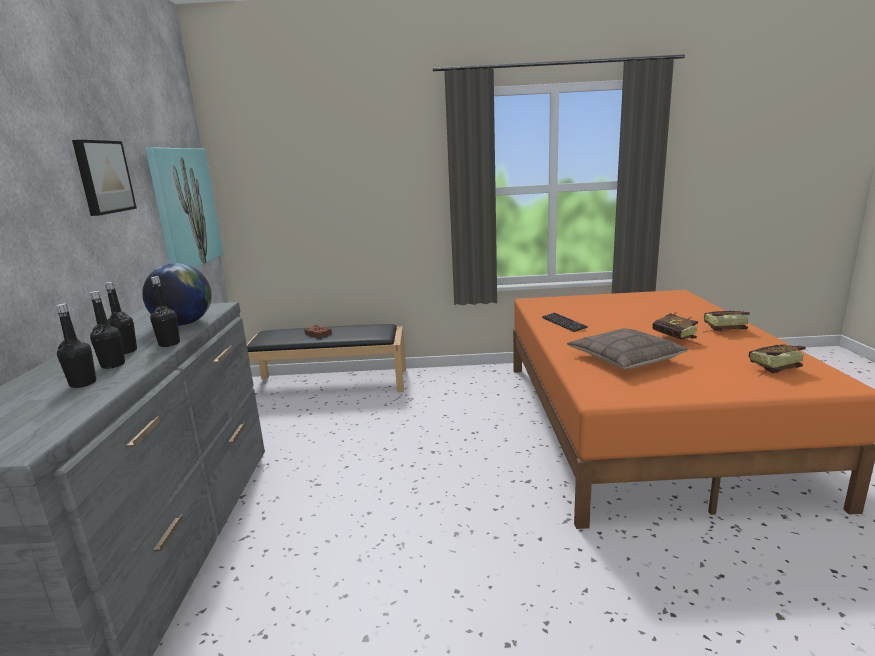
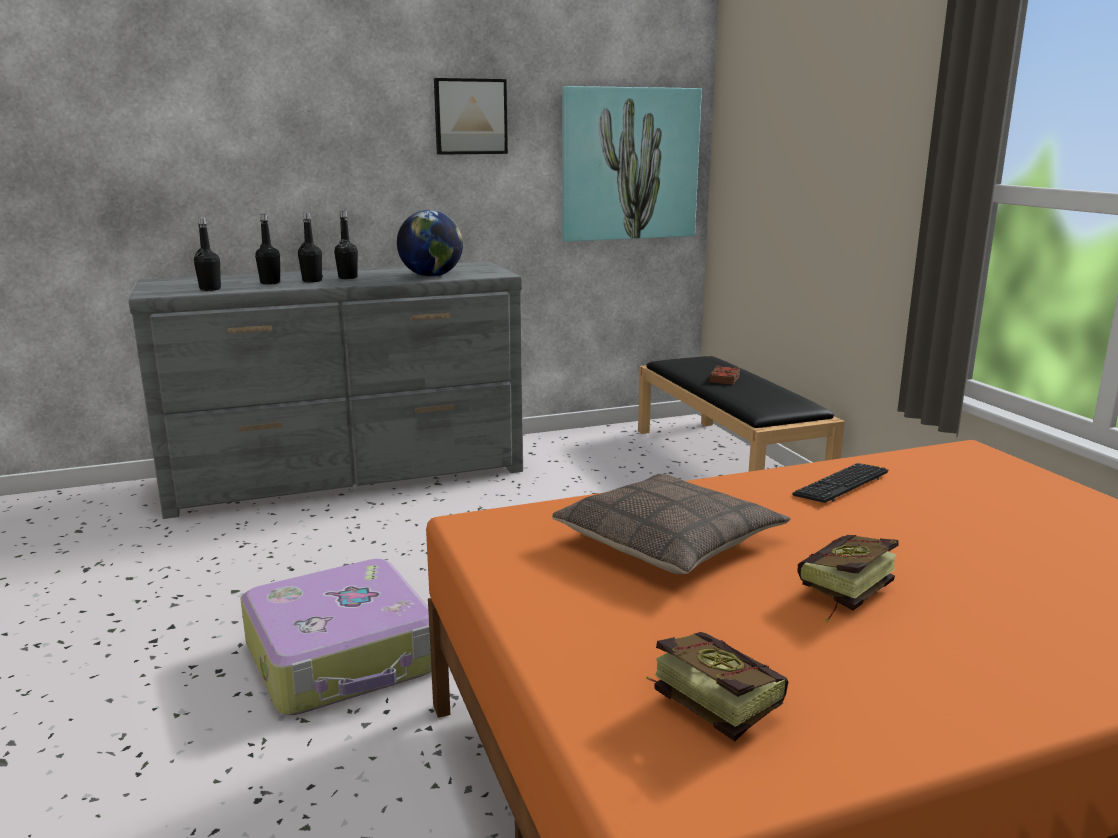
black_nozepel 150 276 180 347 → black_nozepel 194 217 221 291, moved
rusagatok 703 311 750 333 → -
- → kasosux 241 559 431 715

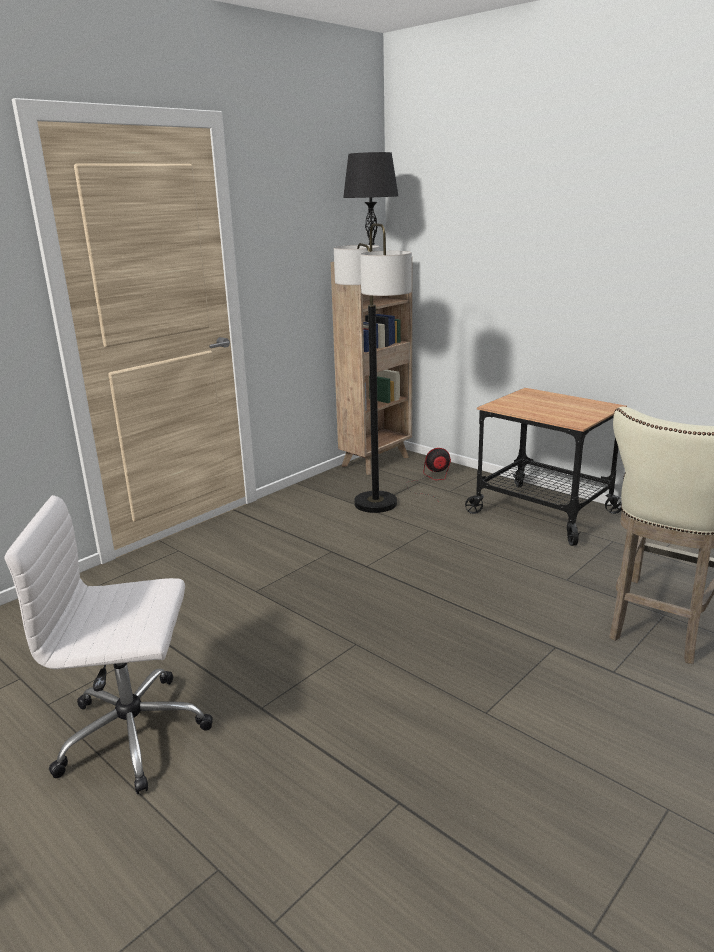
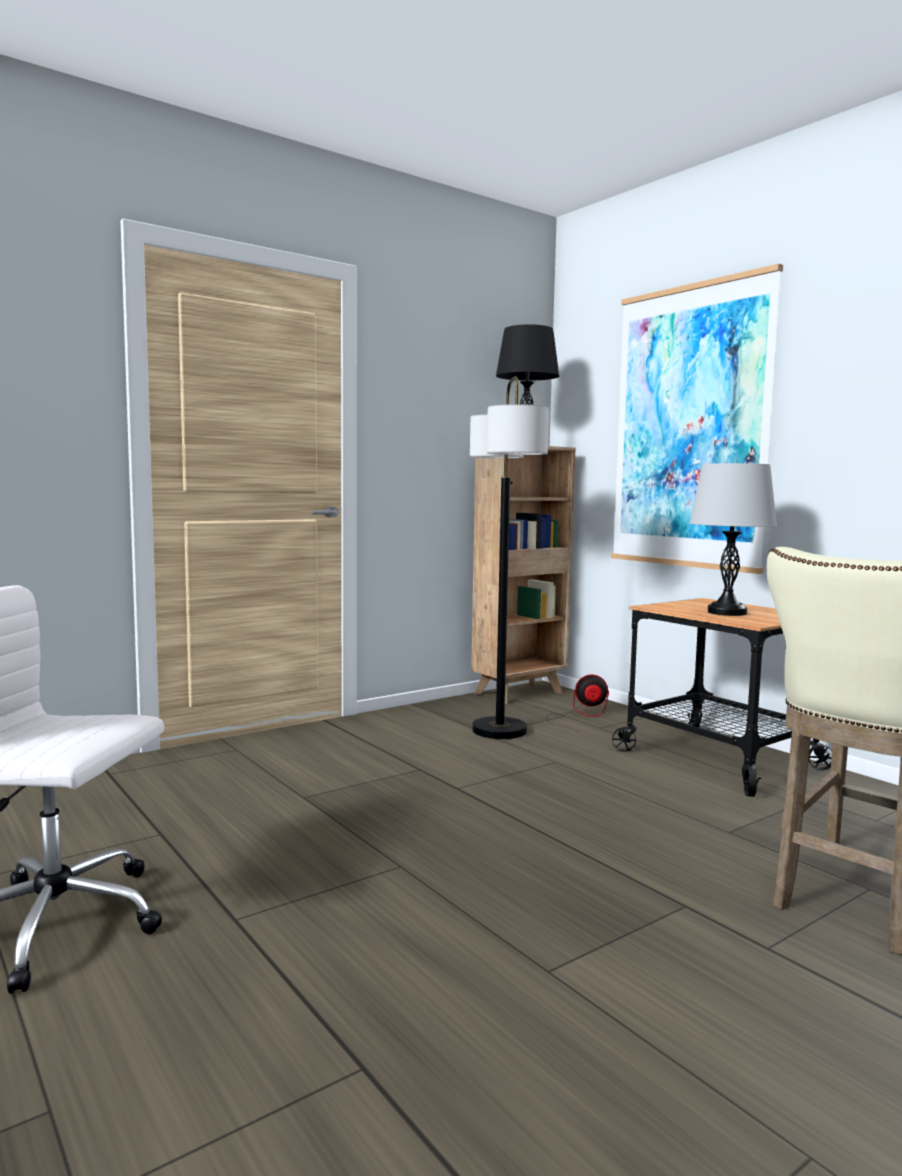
- → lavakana 611 264 783 574
- → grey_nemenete 690 463 777 616

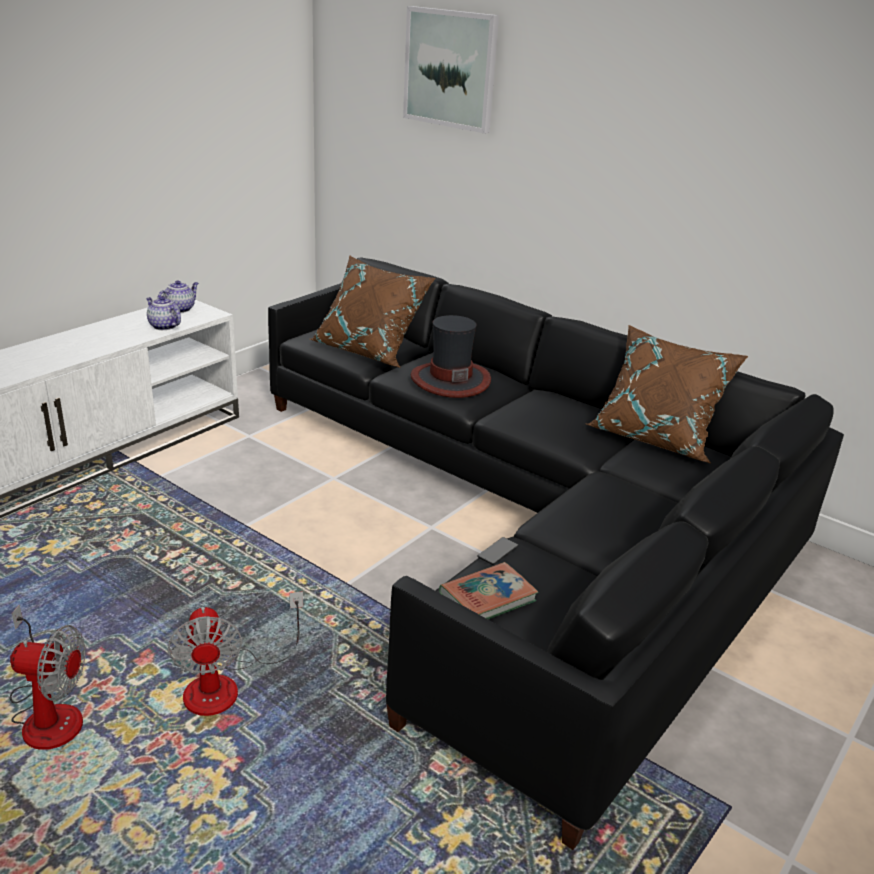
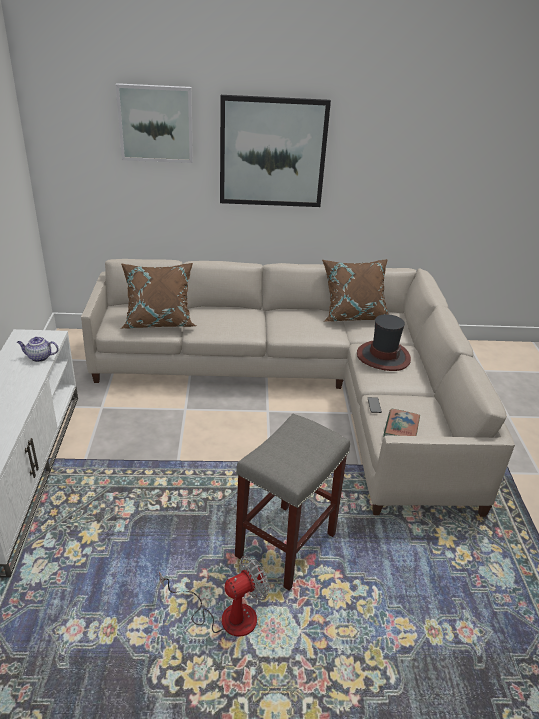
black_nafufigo 268 257 844 850 → beige_nafufigo 81 259 515 517
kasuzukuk 157 280 198 313 → -
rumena 410 315 491 398 → rumena 357 314 411 371, moved
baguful 167 591 303 716 → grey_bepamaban 235 414 350 591
- → lavakana 220 95 331 207

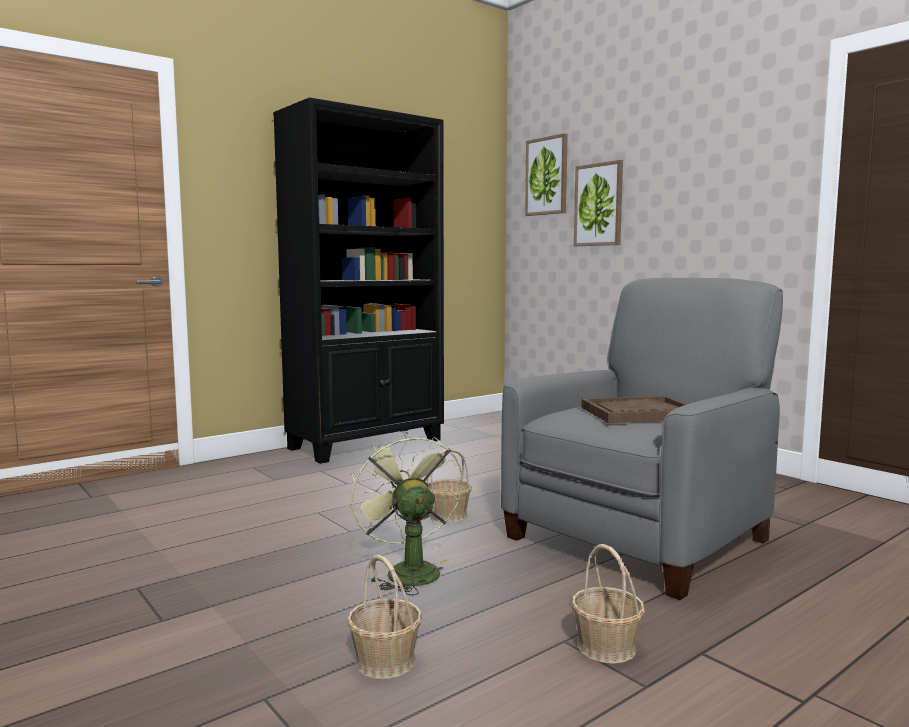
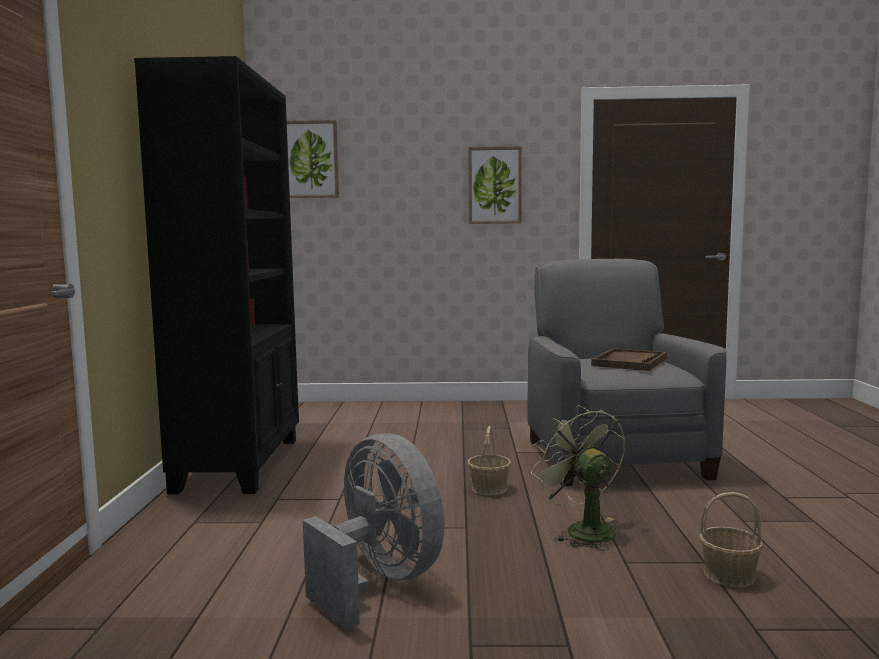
lavakana 574 160 623 246 → lavakana 468 146 522 224, moved
green_baguful 350 431 463 595 → green_baguful 531 405 625 551, 45 degrees clockwise
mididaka 572 544 645 664 → -
- → grey_baguful 303 433 444 629

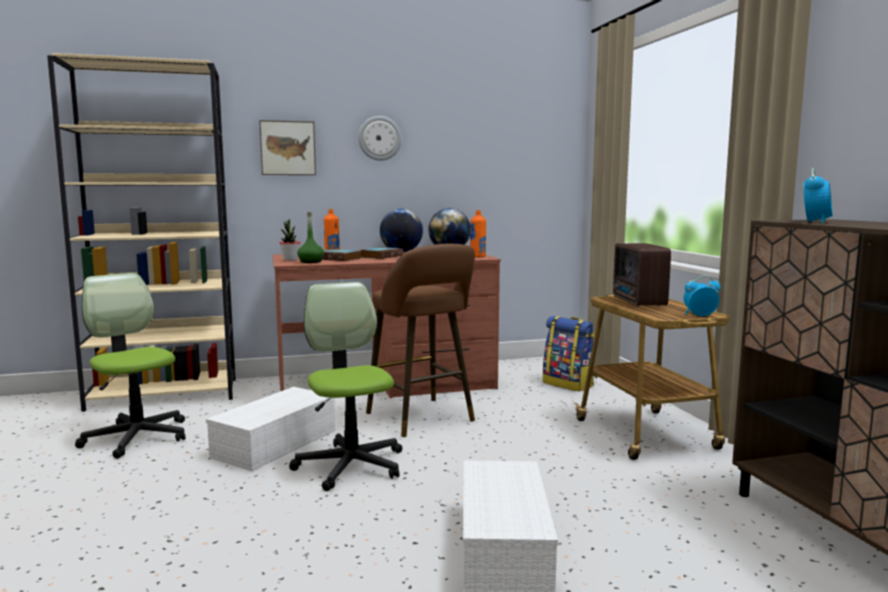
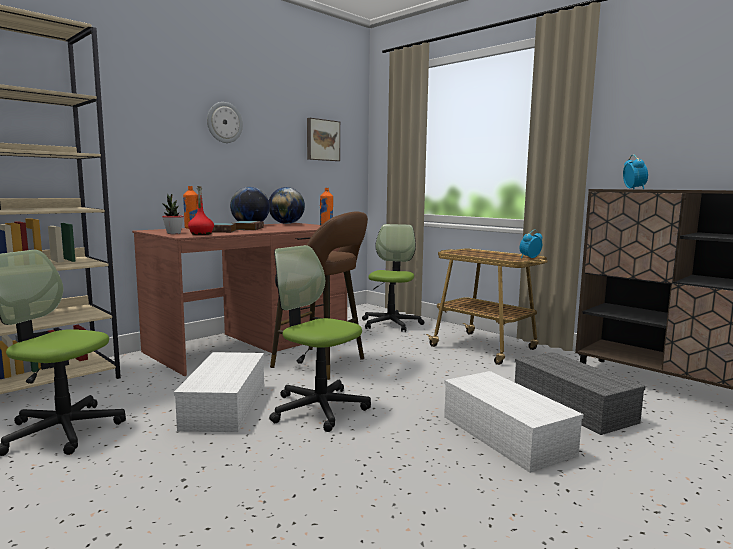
lavakana 259 120 316 175 → lavakana 307 118 340 161, moved
green_nozepel 297 212 324 263 → red_nozepel 188 186 214 235
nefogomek 613 243 671 306 → -
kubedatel 543 316 595 392 → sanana 362 224 425 332
- → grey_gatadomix 515 352 646 435

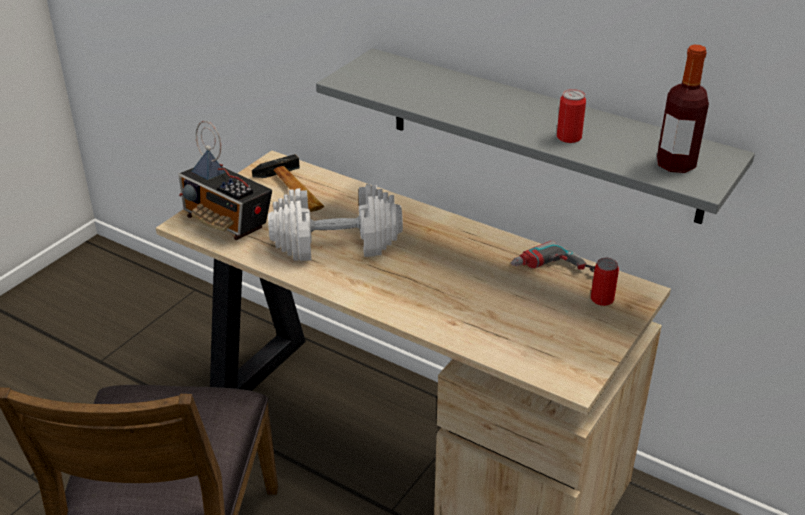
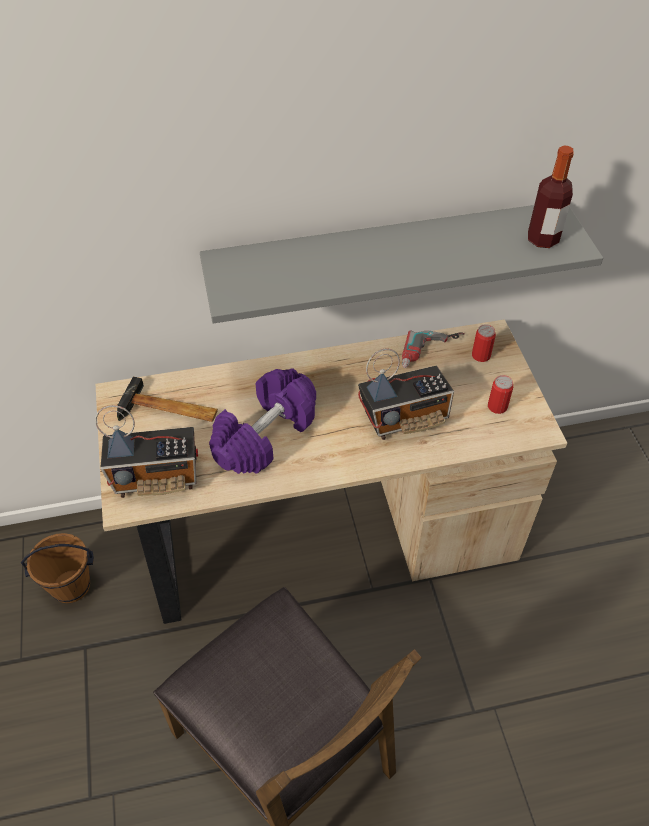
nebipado 557 89 586 143 → nebipado 488 375 513 414, moved
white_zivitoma 268 184 403 261 → purple_zivitoma 209 368 316 474
- → nefogomek 358 348 454 440
- → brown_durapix 21 533 94 603

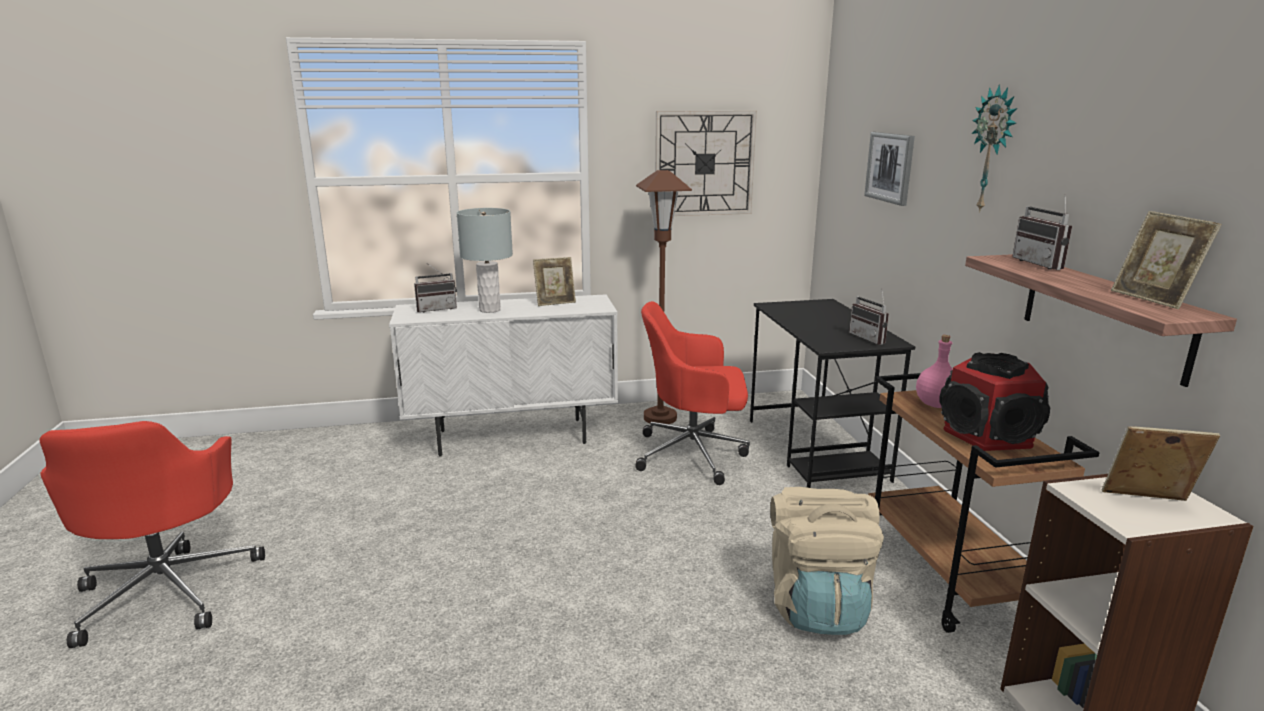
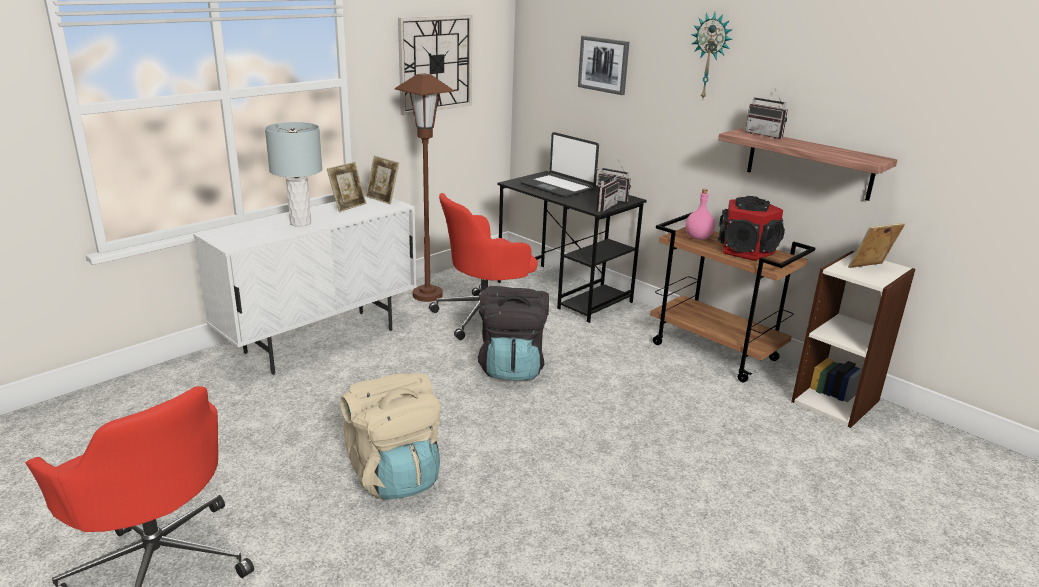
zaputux 1111 211 1222 309 → zaputux 366 155 399 204, moved
nefogomek 414 263 457 313 → nefogomek 596 168 619 212, moved
beige_kubedatel 770 487 884 635 → beige_kubedatel 340 373 441 499, moved
- → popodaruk 521 132 599 198
- → black_kubedatel 478 286 549 380

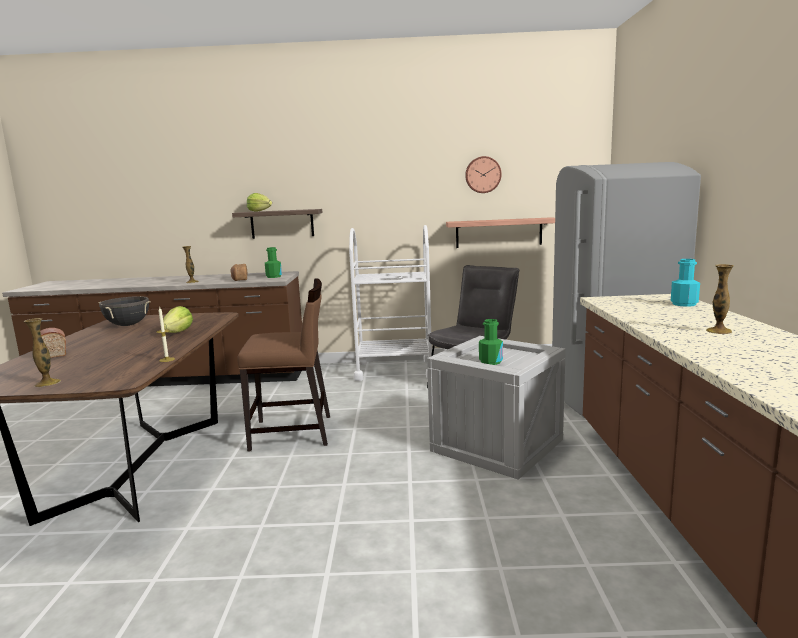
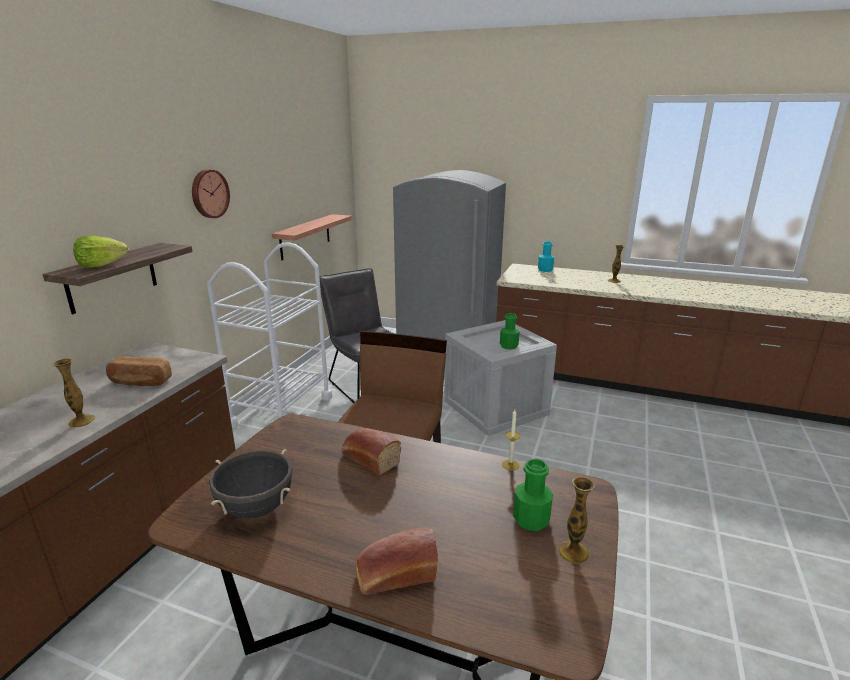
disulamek 465 156 502 193 → disulamek 192 169 230 218, moved
green_nozepel 265 247 282 278 → green_nozepel 513 459 553 531, moved
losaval 163 306 193 333 → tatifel 341 428 401 476

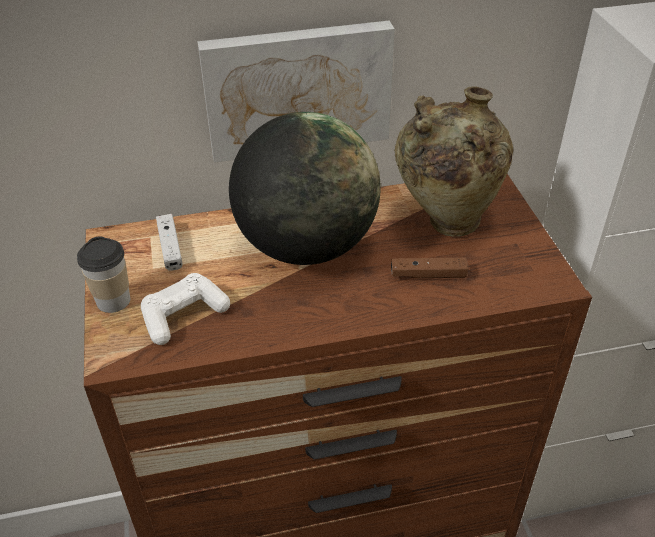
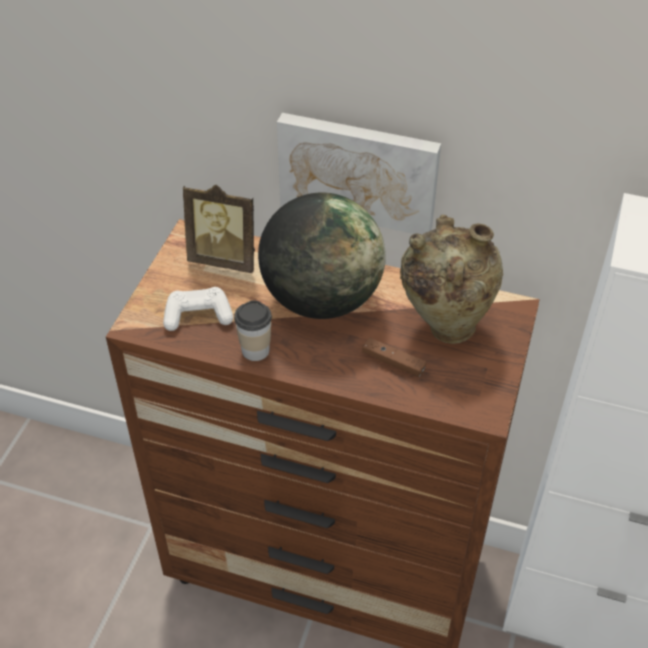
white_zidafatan 156 214 183 271 → zaputux 183 185 255 273
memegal 77 236 130 313 → memegal 234 300 272 361, moved

